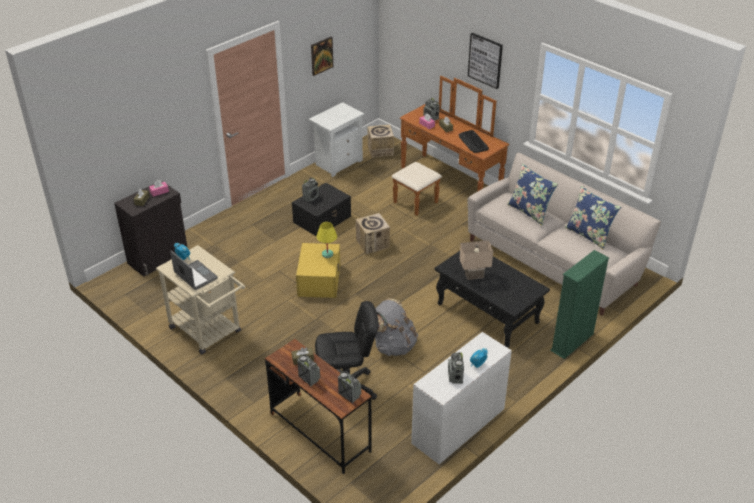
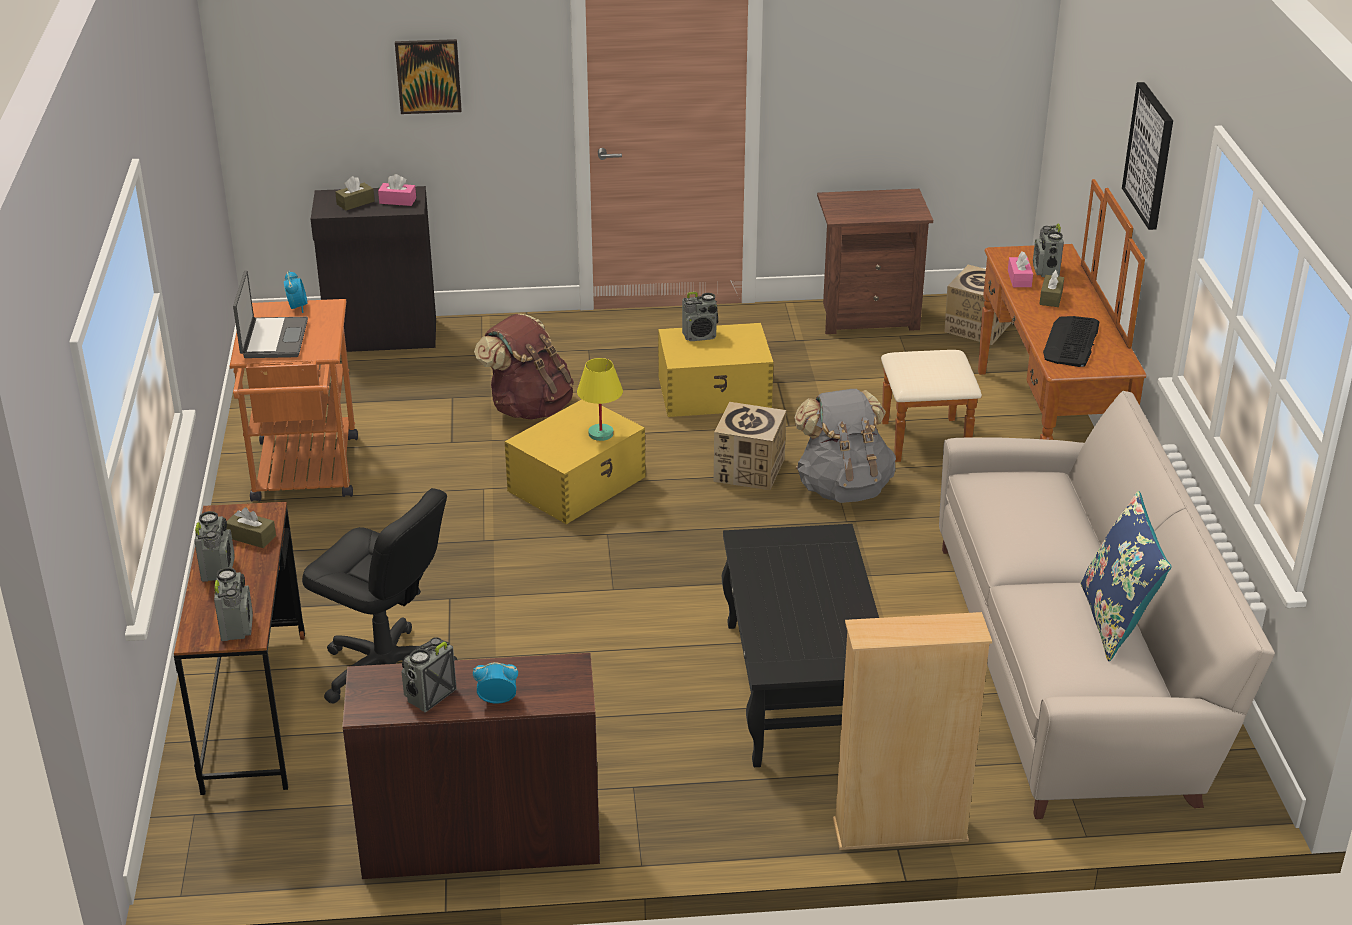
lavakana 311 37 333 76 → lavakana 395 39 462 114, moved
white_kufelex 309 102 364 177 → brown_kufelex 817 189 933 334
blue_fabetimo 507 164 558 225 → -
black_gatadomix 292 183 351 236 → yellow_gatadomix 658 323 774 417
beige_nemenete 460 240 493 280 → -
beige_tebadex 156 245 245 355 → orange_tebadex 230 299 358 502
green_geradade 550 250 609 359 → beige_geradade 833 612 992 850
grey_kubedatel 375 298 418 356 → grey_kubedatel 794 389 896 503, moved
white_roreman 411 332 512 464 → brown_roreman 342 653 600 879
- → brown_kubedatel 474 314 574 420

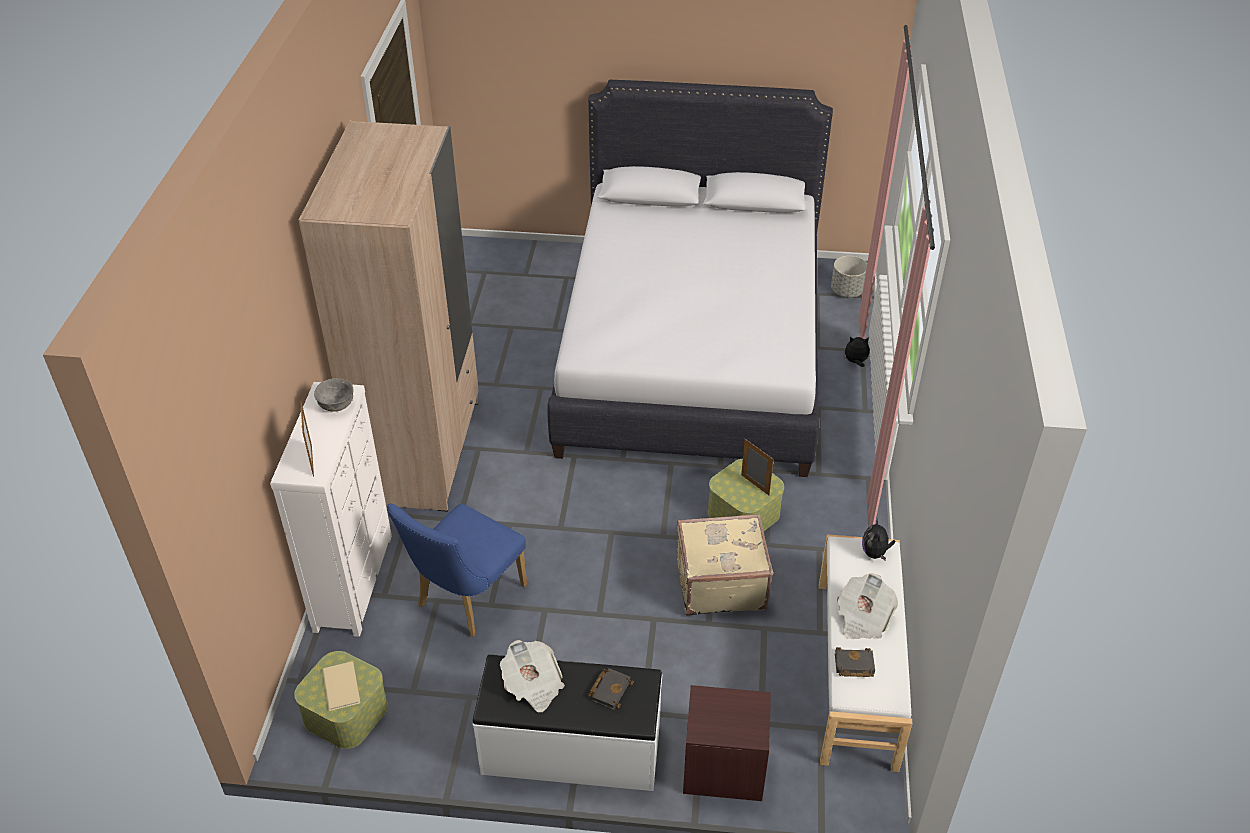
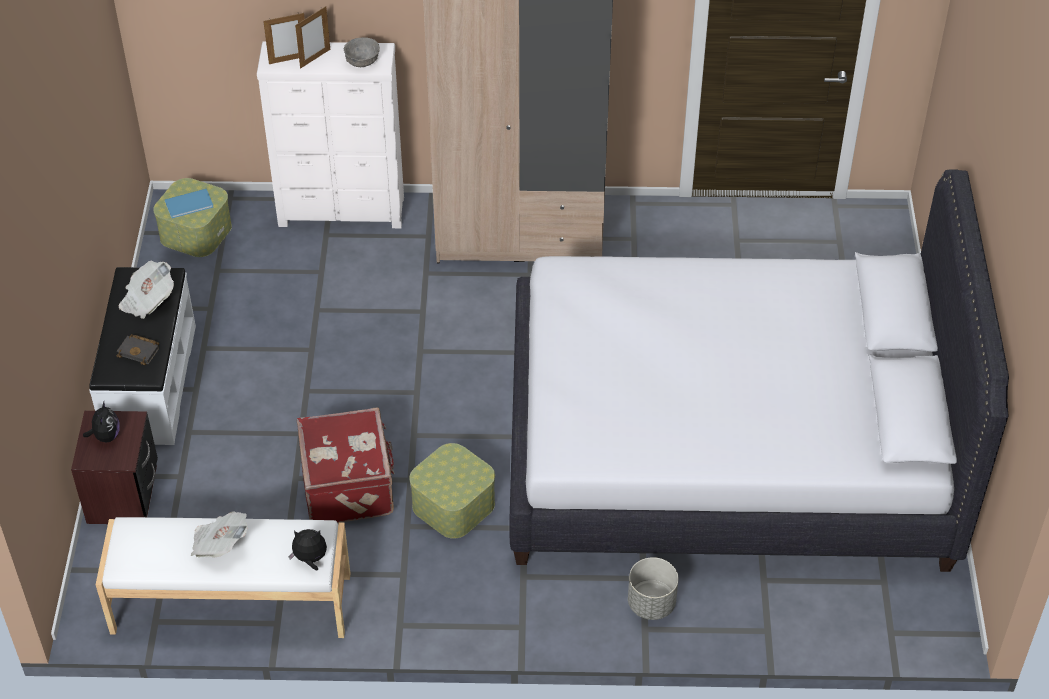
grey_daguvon 831 256 867 297 → grey_daguvon 628 557 678 620, moved
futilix 843 336 870 367 → futilix 83 401 120 443, moved
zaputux 741 439 774 495 → zaputux 295 6 330 68, moved
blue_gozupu 387 504 527 637 → -
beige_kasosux 677 514 773 616 → red_kasosux 297 408 395 523
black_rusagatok 835 647 875 677 → -
beige_rusagatok 322 661 360 711 → blue_rusagatok 165 189 213 219

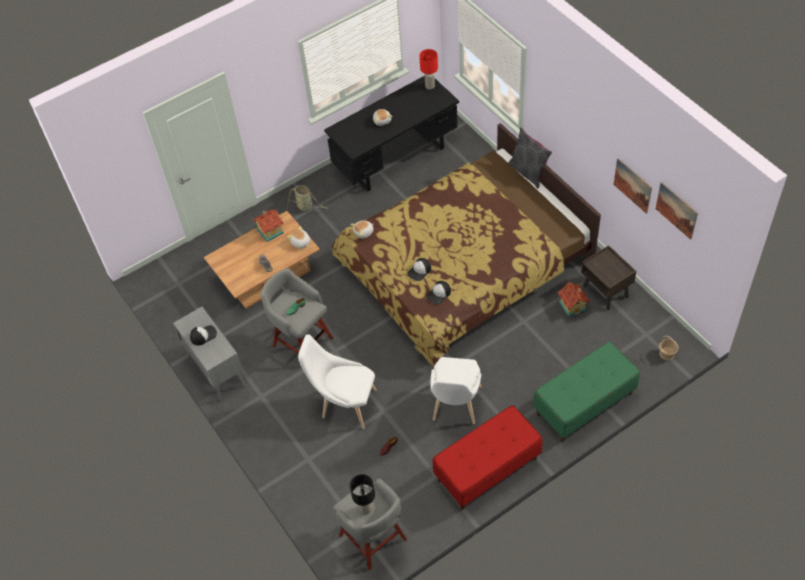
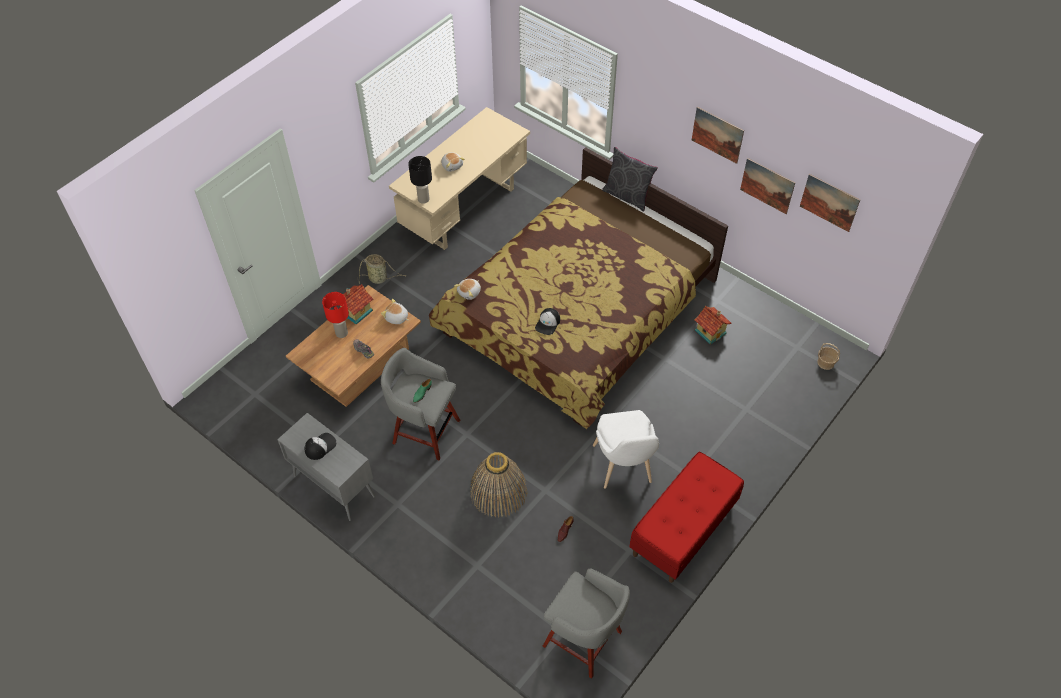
red_nemenete 419 49 438 89 → red_nemenete 322 292 349 338, moved
black_roreman 324 76 459 192 → beige_roreman 389 107 530 250
brown_kufelex 581 245 636 310 → -
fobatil 427 281 451 304 → -
white_gozupu 298 334 377 429 → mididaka 471 452 527 518
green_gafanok 533 341 640 442 → -
black_nemenete 350 474 375 514 → black_nemenete 408 156 432 204, moved
- → lavakana 692 107 744 164

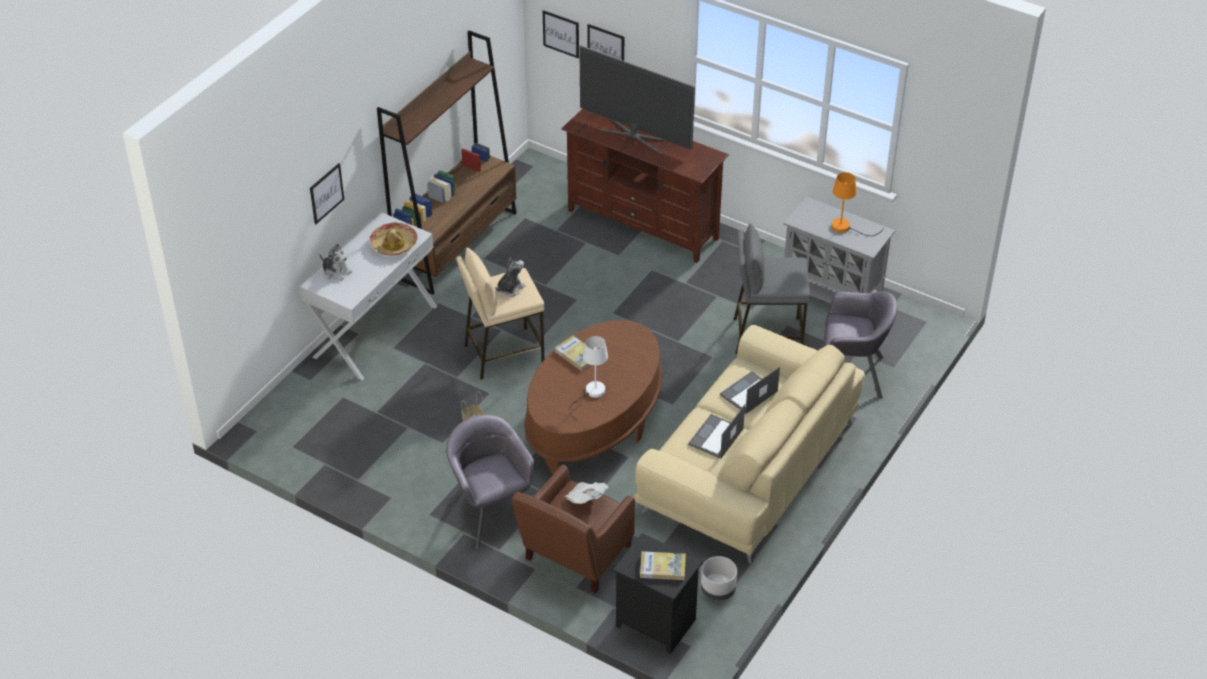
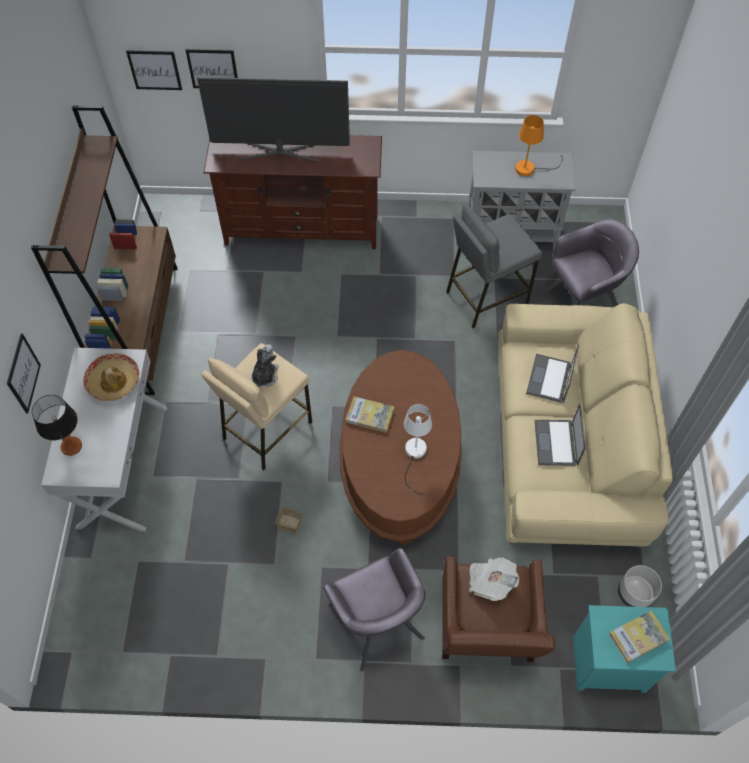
futilix 319 243 352 281 → nemenete 32 395 82 456
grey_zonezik 446 415 535 549 → grey_zonezik 323 548 425 672, 150 degrees counterclockwise
black_kufelex 613 533 702 654 → turquoise_kufelex 573 605 676 693

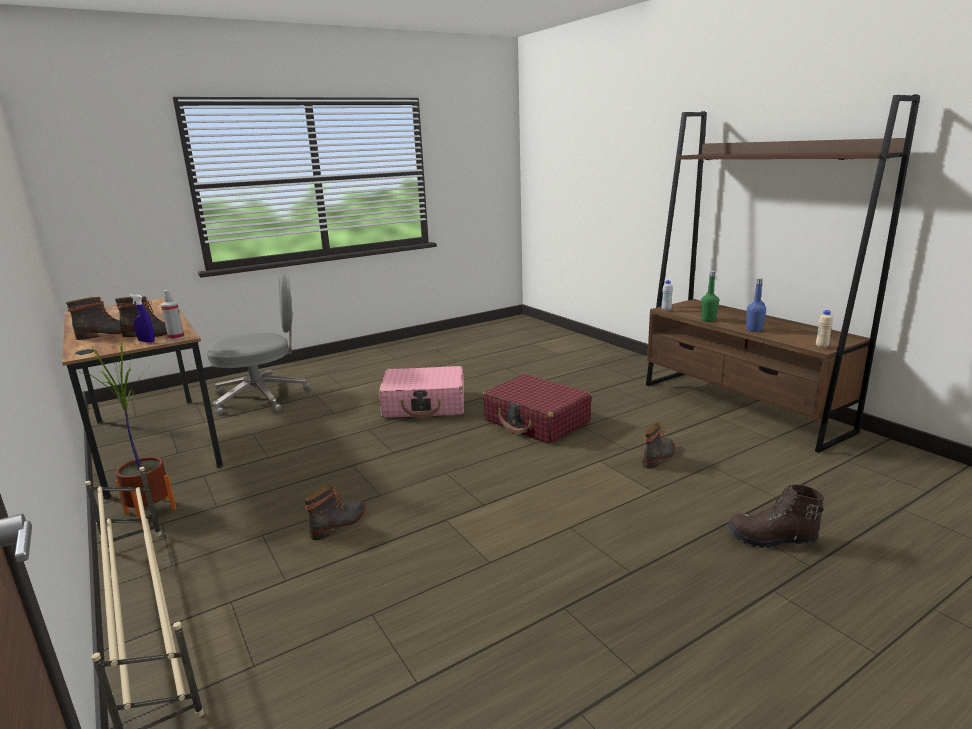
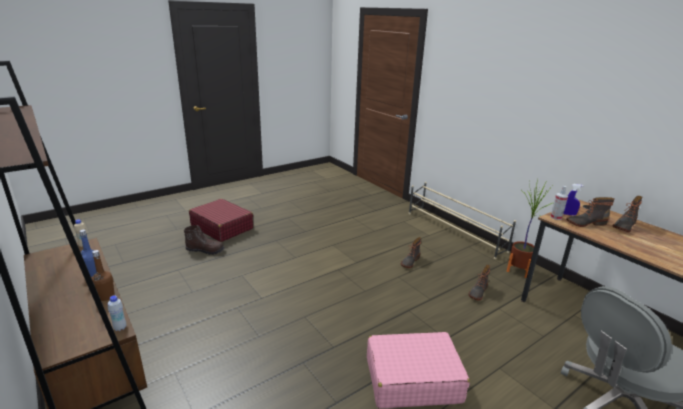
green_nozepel 701 271 719 322 → brown_nozepel 92 250 115 301
red_kasosux 483 374 592 444 → red_kasosux 189 199 253 242, moved
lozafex 642 423 675 469 → lozafex 468 264 490 301, moved

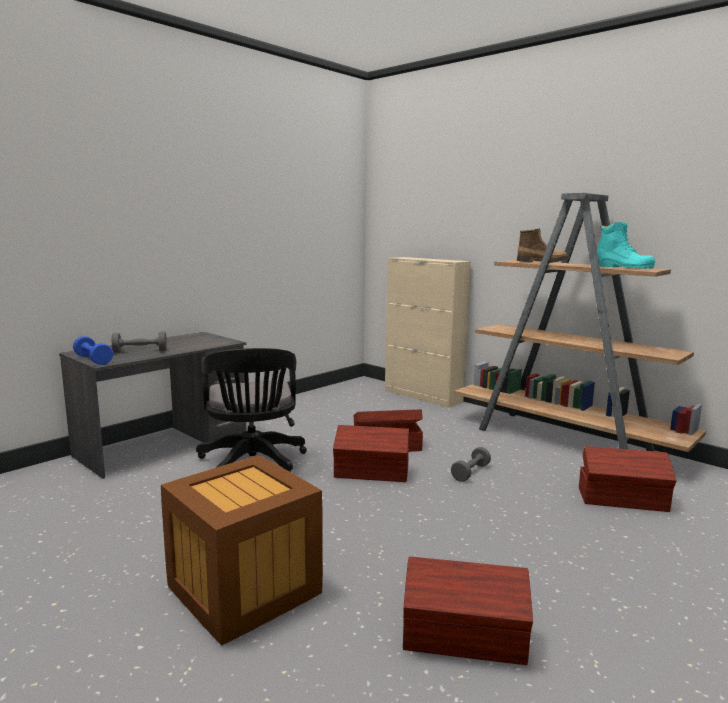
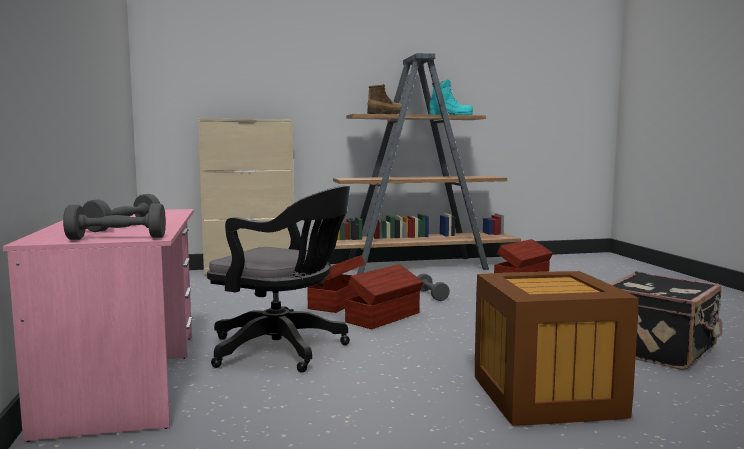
grey_roreman 59 332 246 479 → pink_roreman 3 209 194 442
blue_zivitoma 73 336 113 365 → grey_zivitoma 63 203 166 240
brown_gatadomix 403 557 533 665 → black_kasosux 609 271 722 370

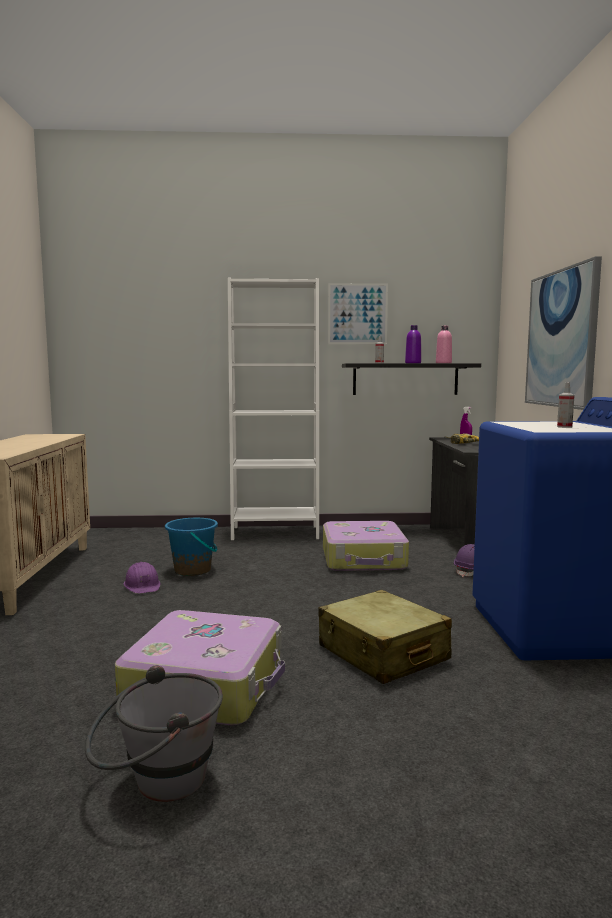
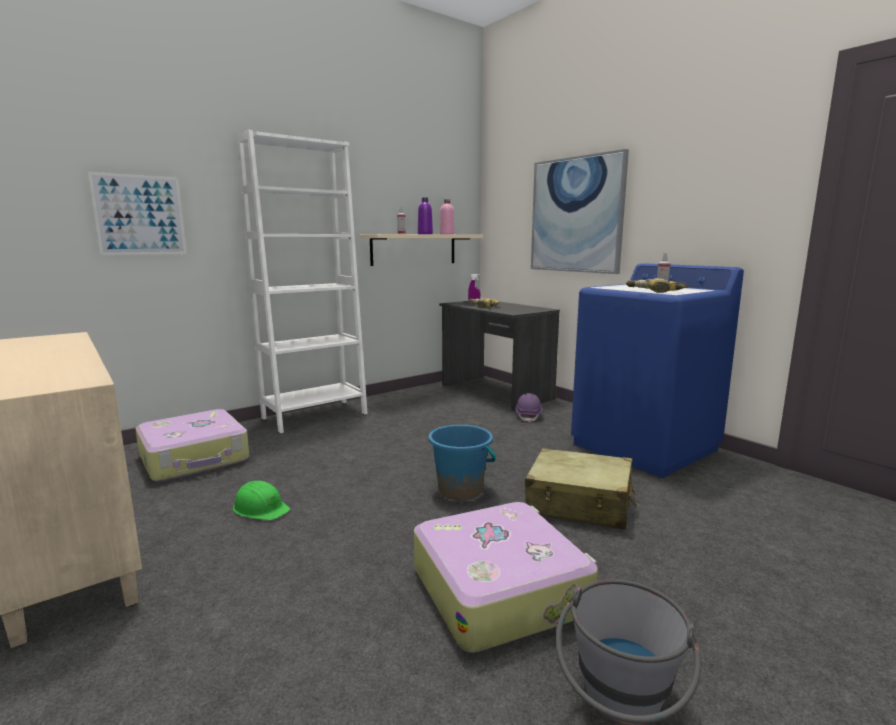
lavakana 328 283 388 344 → lavakana 88 172 187 255, moved
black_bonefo 342 363 481 395 → beige_bonefo 359 234 483 266
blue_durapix 165 518 218 576 → blue_durapix 428 425 496 500, moved
kasosux 323 521 409 571 → kasosux 135 409 249 482, moved
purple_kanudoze 124 562 160 594 → green_kanudoze 233 481 290 520
- → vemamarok 626 278 689 293

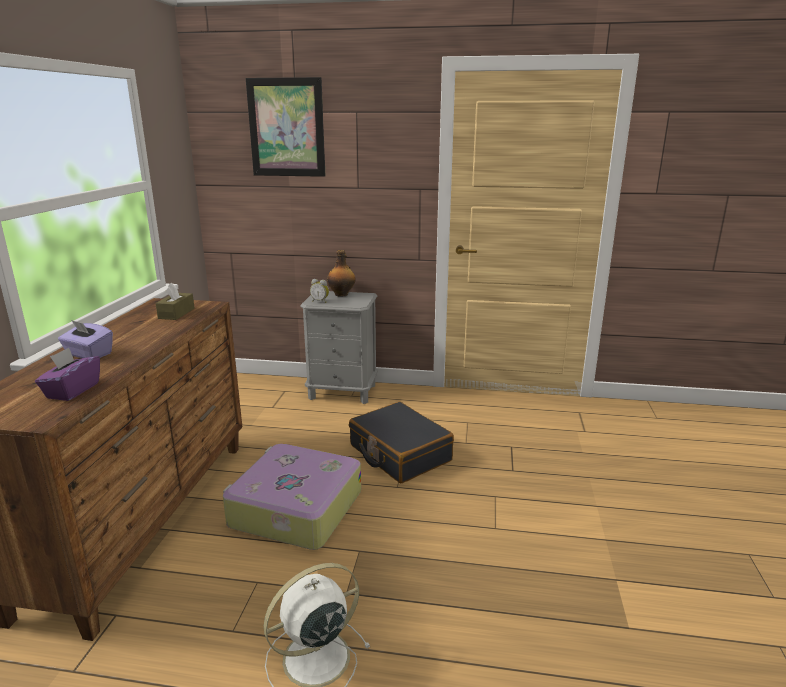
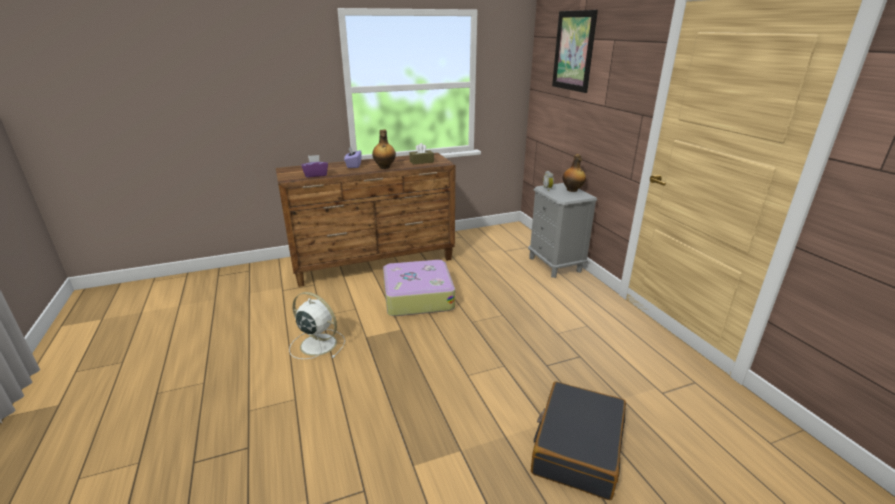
black_kasosux 349 402 454 483 → black_kasosux 531 381 626 500, moved
- → nozepel 372 130 396 169

